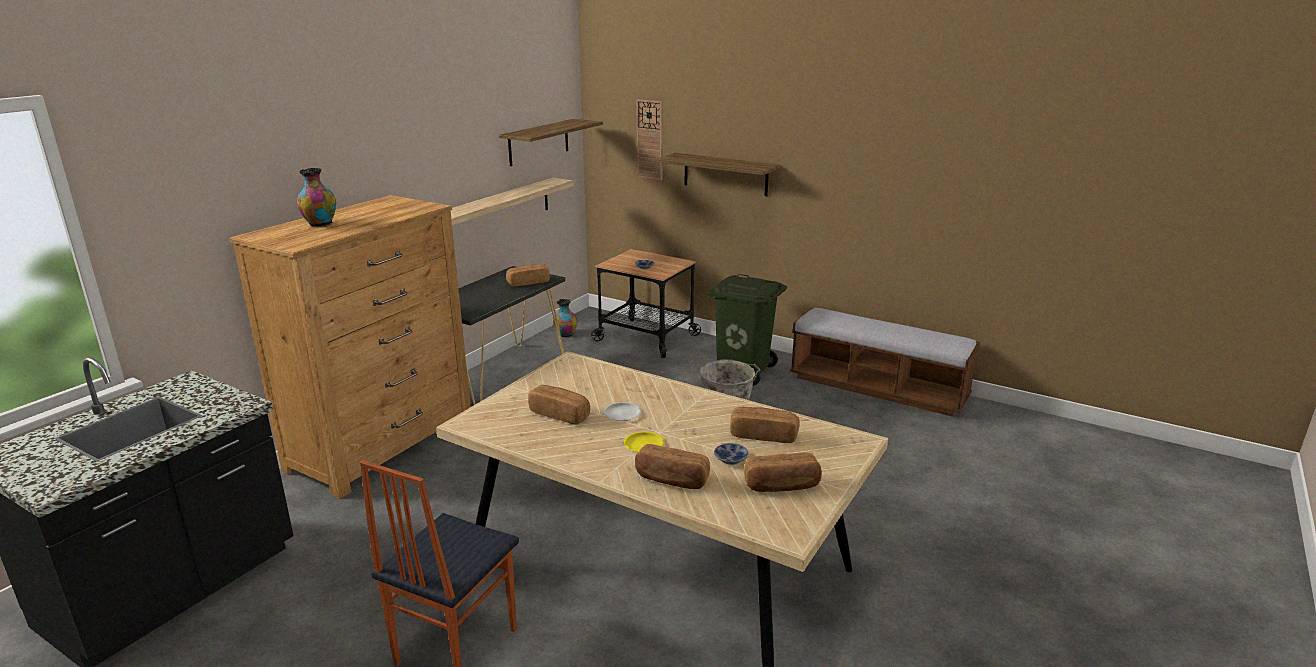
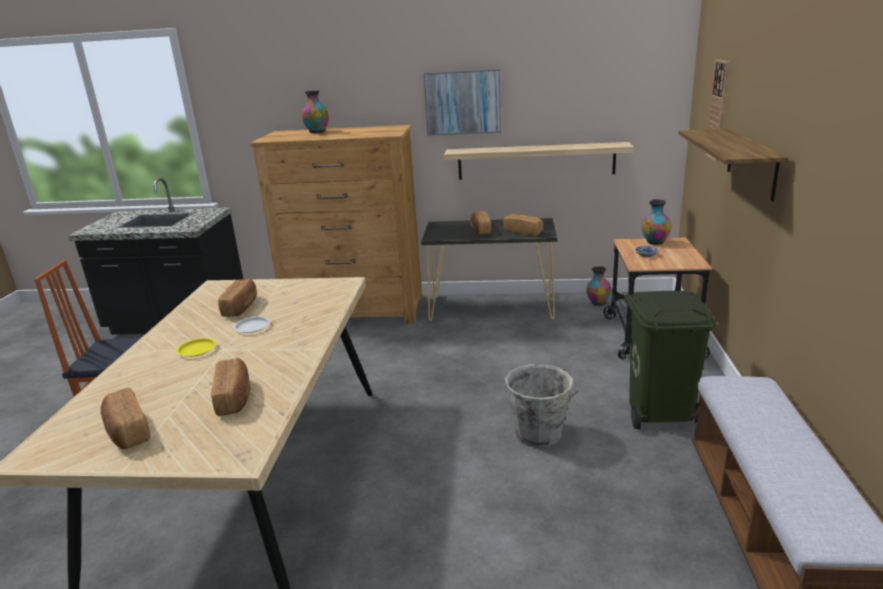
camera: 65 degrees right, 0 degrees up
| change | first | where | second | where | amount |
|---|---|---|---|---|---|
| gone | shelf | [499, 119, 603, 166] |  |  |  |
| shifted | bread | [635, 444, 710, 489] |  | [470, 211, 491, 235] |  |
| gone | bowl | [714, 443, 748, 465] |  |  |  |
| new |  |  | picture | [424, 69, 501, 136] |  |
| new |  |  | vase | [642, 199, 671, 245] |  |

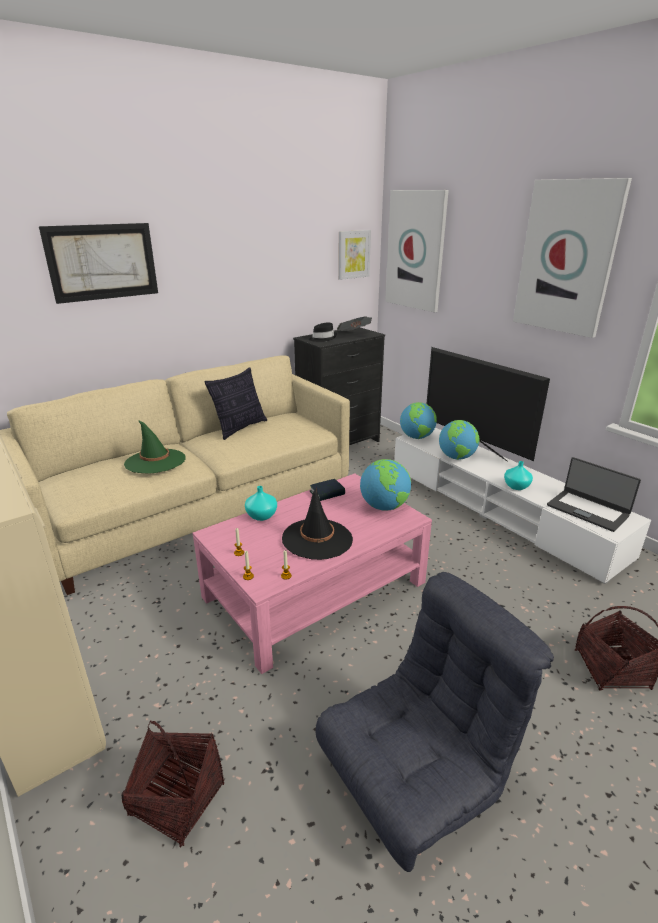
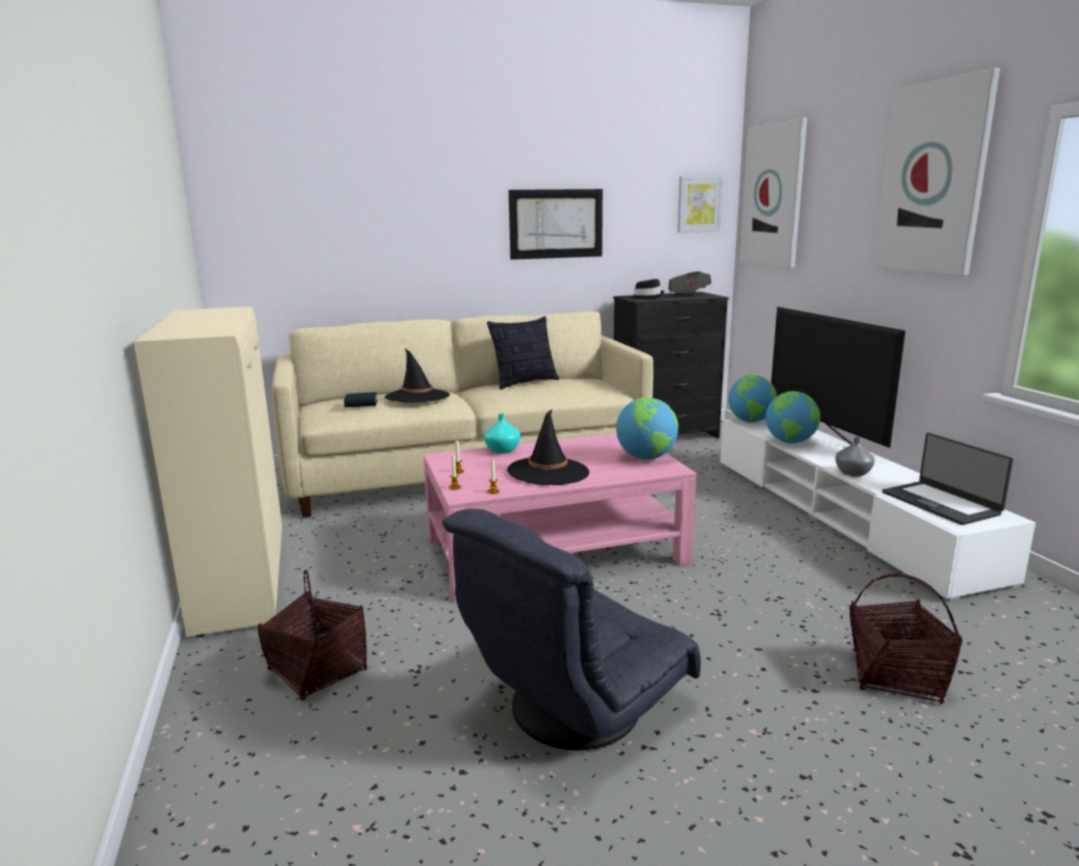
camera: 20 degrees right, 10 degrees down
| change | first | where | second | where | amount |
|---|---|---|---|---|---|
| shifted | picture | [39, 223, 158, 304] |  | [509, 189, 603, 260] |  |
| repainted | green hat | [124, 420, 186, 474] | black hat | [385, 349, 450, 403] |  |
| shifted | book | [310, 479, 345, 501] |  | [344, 392, 378, 407] |  |
| rotated | grey armchair | [316, 572, 554, 872] |  | [442, 509, 701, 750] | 150 degrees clockwise |
| repainted | turquoise vase | [504, 461, 533, 490] | grey vase | [835, 437, 875, 476] |  |

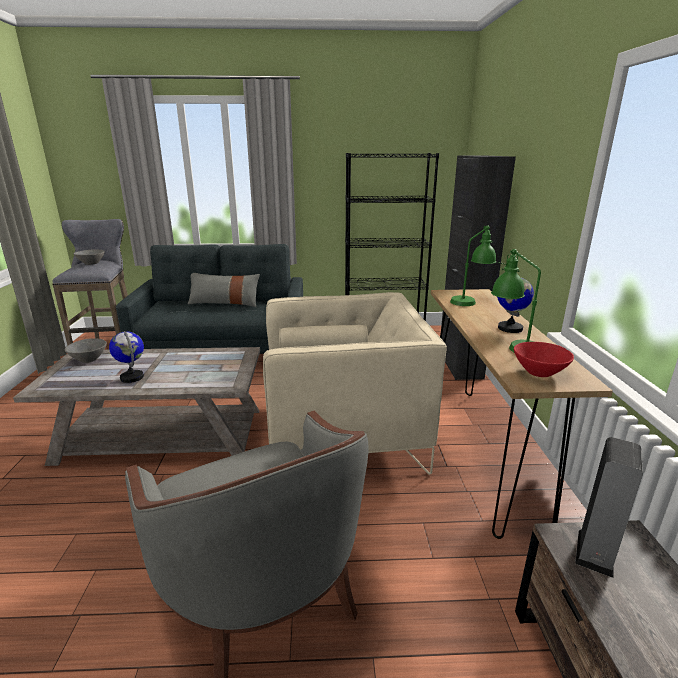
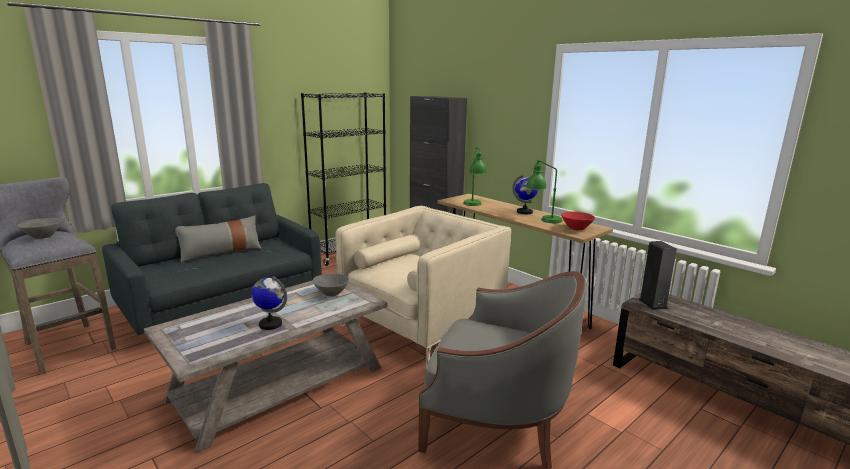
camera: 40 degrees left, 5 degrees down
| change | first | where | second | where | amount |
|---|---|---|---|---|---|
| shifted | grey bowl | [65, 338, 107, 363] |  | [313, 273, 349, 296] |  |

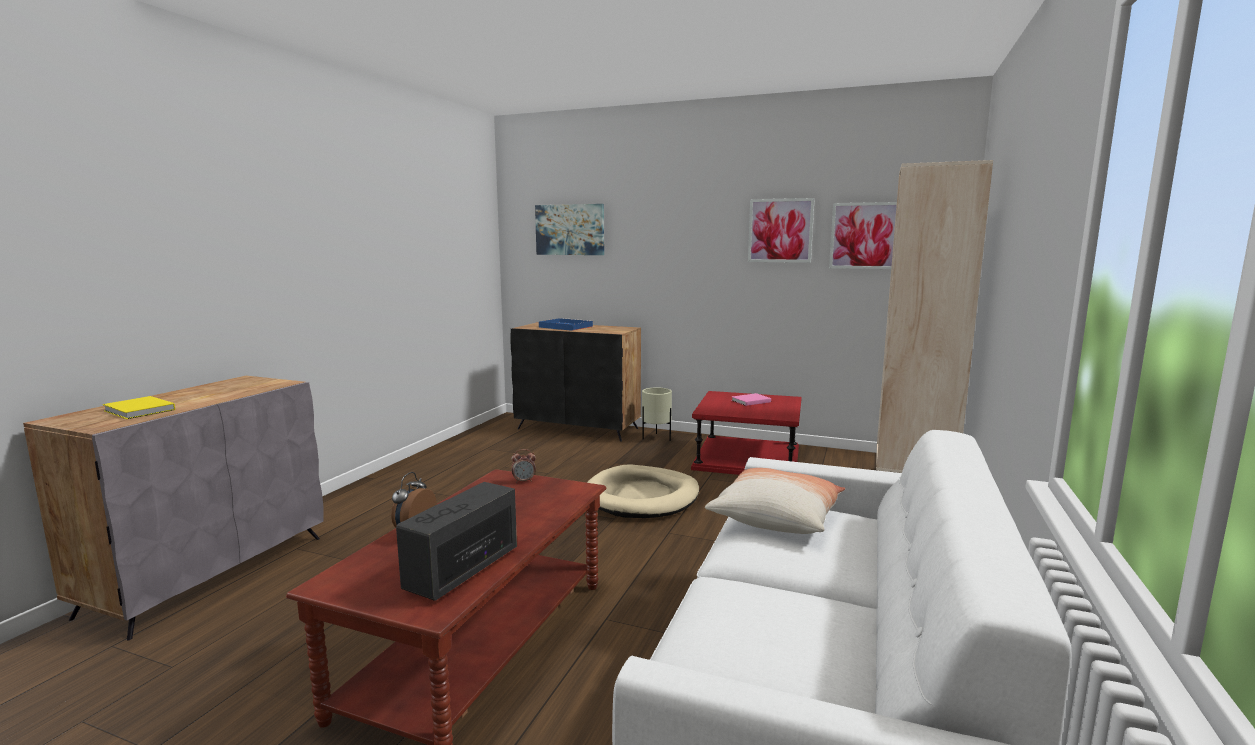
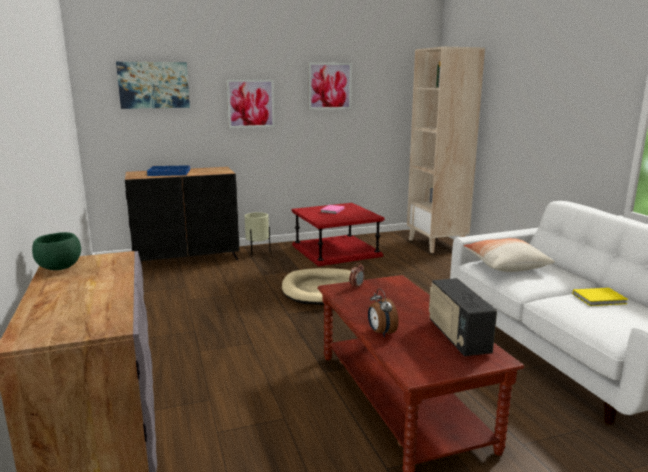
camera: 40 degrees left, 5 degrees up
| change | first | where | second | where | amount |
|---|---|---|---|---|---|
| shifted | yellow book | [103, 396, 175, 419] |  | [572, 288, 628, 306] |  |
| shifted | picture | [829, 202, 897, 269] |  | [226, 80, 275, 128] |  |
| new |  |  | green bowl | [32, 232, 81, 270] |  |

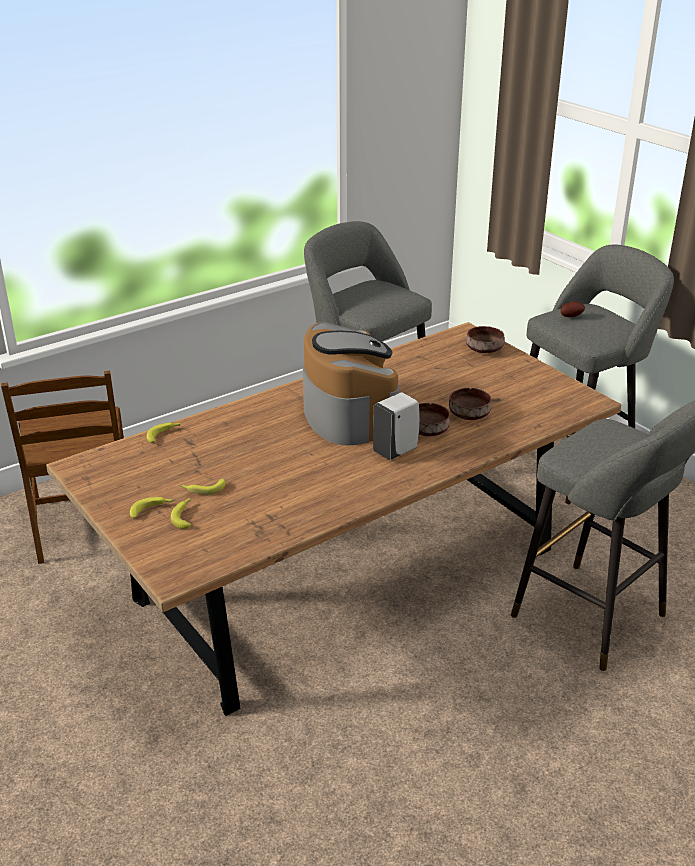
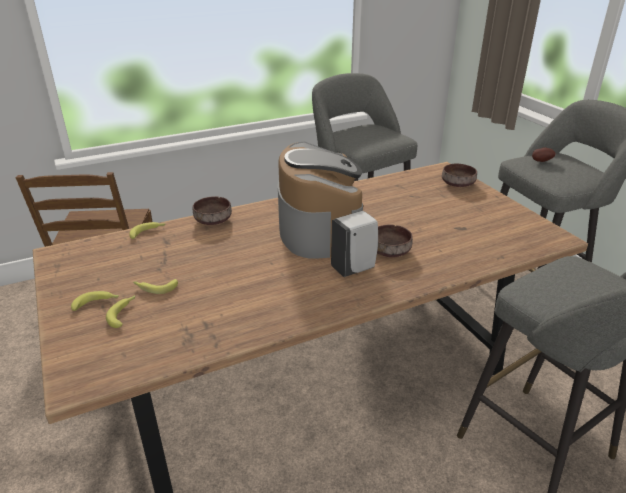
camera: 10 degrees right, 0 degrees up
| change | first | where | second | where | amount |
|---|---|---|---|---|---|
| shifted | brown bowl | [449, 388, 492, 420] |  | [192, 196, 232, 225] |  |

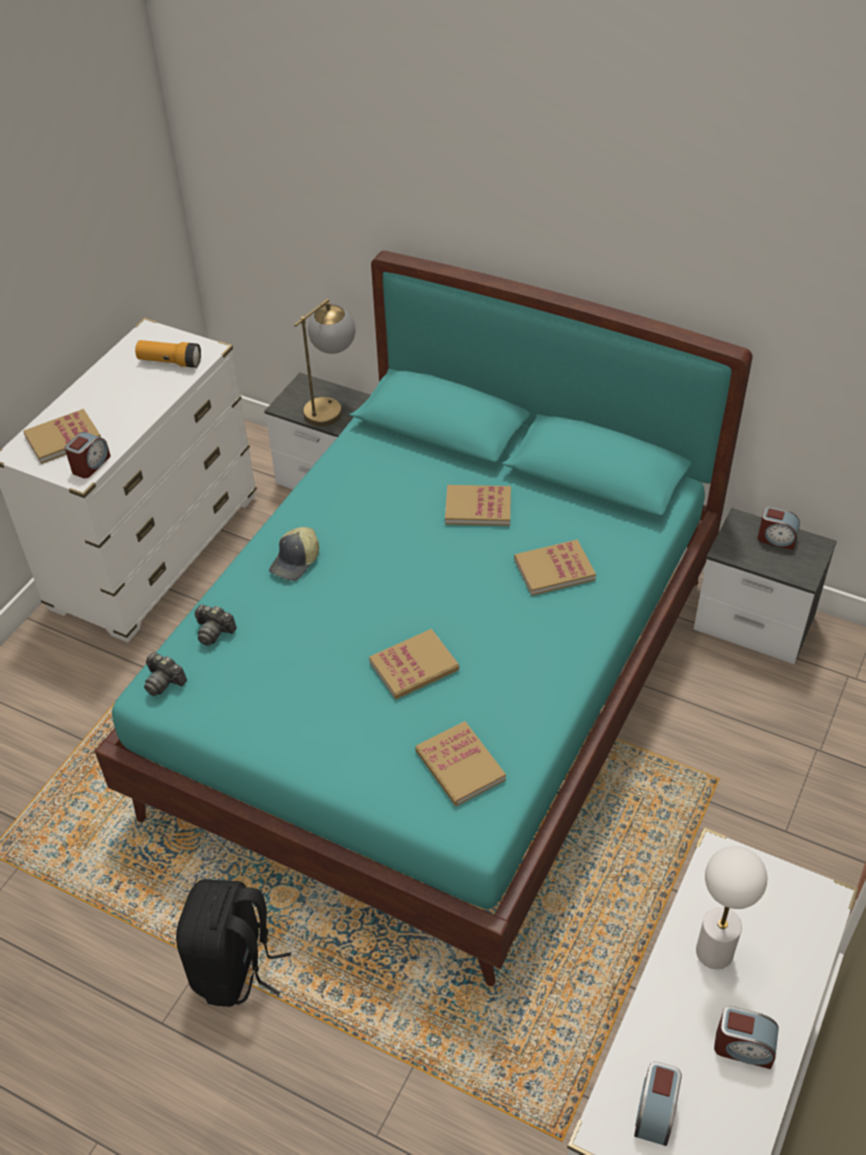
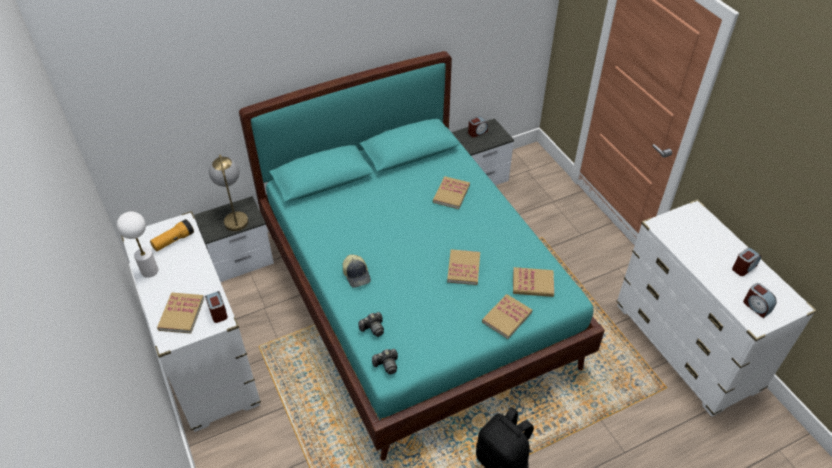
camera: 55 degrees left, 0 degrees up
| change | first | where | second | where | amount |
|---|---|---|---|---|---|
| shifted | book | [445, 485, 511, 526] |  | [482, 294, 532, 339] |  |
| shifted | white table lamp | [696, 846, 767, 969] |  | [117, 211, 158, 278] |  |

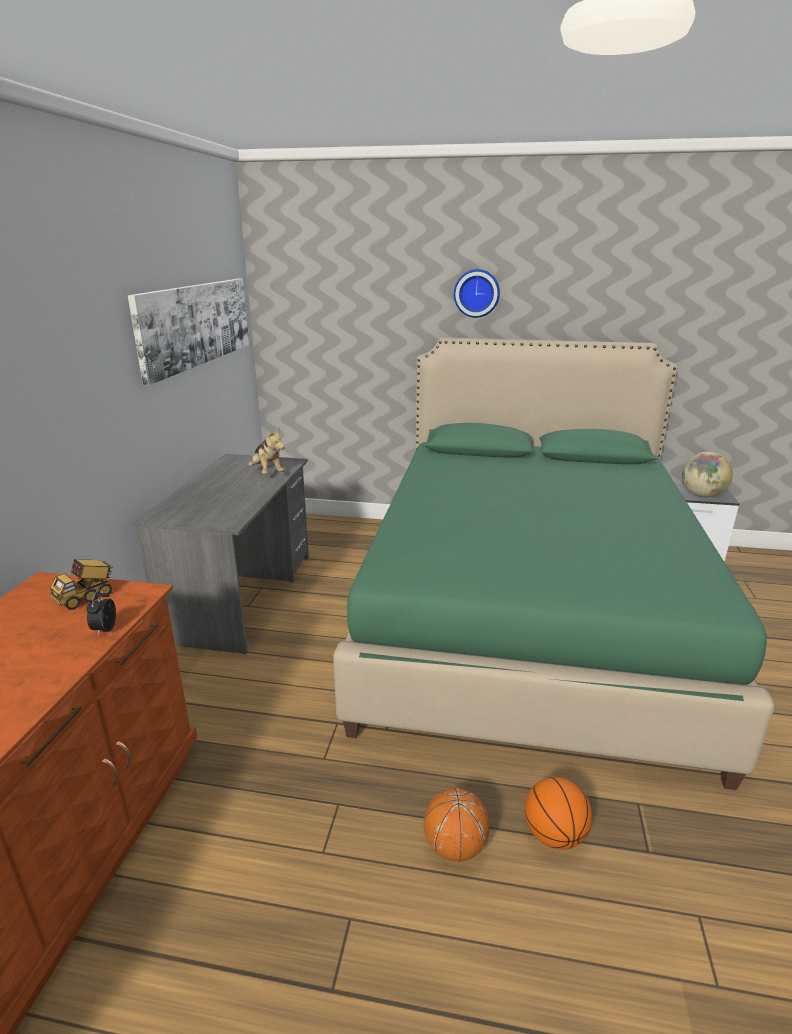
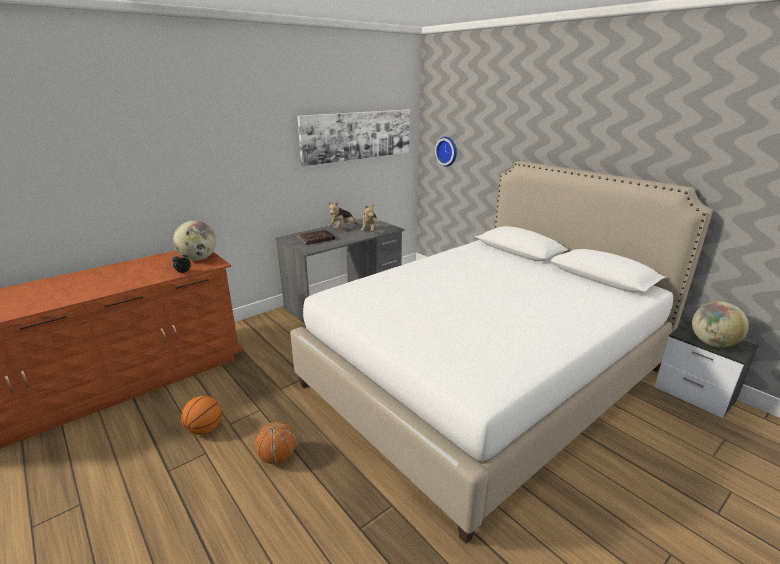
camera: 40 degrees right, 0 degrees up
| change | first | where | second | where | amount |
|---|---|---|---|---|---|
| swapped | toy truck | [50, 559, 113, 610] | globe | [173, 221, 217, 261] |  |
| repainted | green bed | [333, 337, 775, 790] | white bed | [290, 161, 713, 544] |  |
| shifted | wall clock | [454, 269, 500, 318] |  | [435, 137, 457, 167] |  |
| shifted | basketball | [525, 777, 592, 850] |  | [181, 396, 222, 435] |  |
| new |  |  | brown book | [296, 230, 335, 245] |  |
| new |  |  | plush toy | [328, 202, 357, 229] |  |

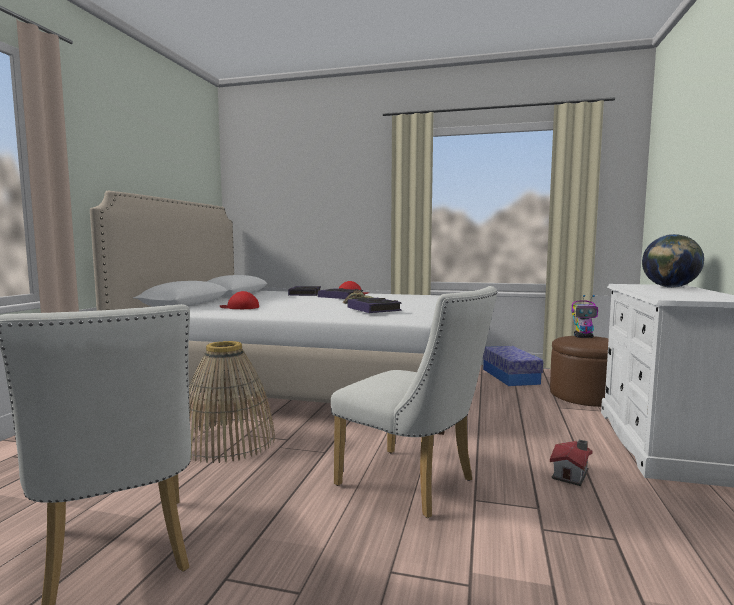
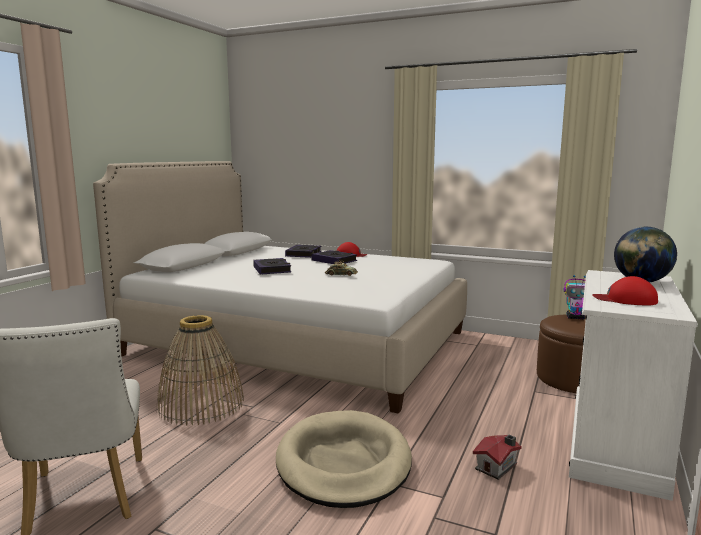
camera: 10 degrees right, 5 degrees up
| change | first | where | second | where | amount |
|---|---|---|---|---|---|
| shifted | red cap | [219, 291, 259, 309] |  | [592, 276, 658, 305] |  |
| swapped | white chair | [331, 286, 497, 518] | beige dog bed | [276, 410, 412, 508] |  |
| shifted | book | [347, 298, 402, 313] |  | [253, 258, 291, 275] |  |
| gone | storage box | [483, 346, 543, 386] |  |  |  |

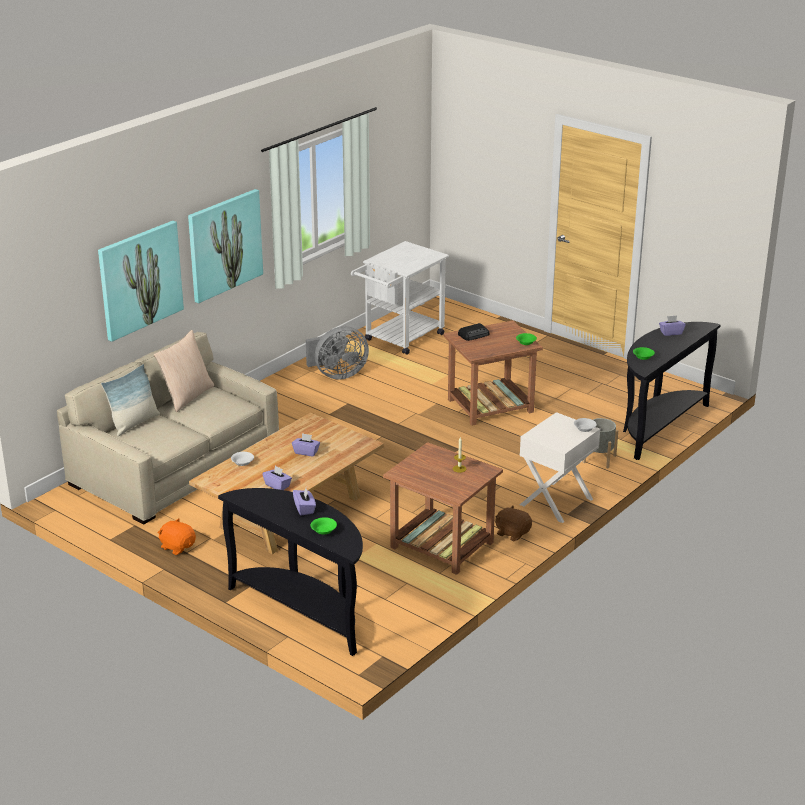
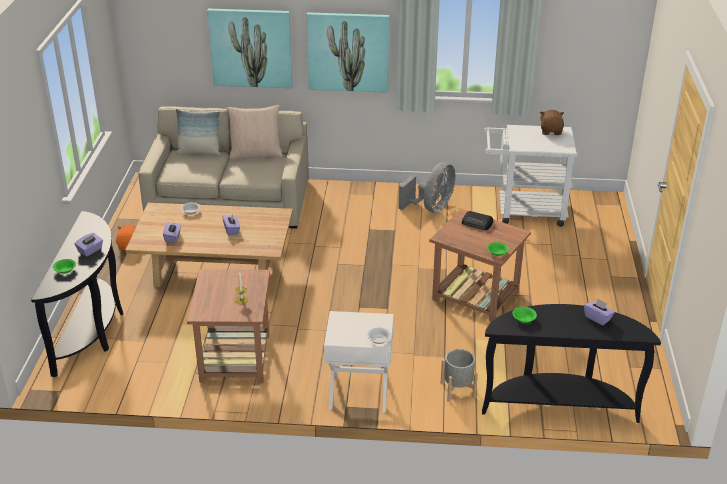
camera: 55 degrees right, 5 degrees up
| change | first | where | second | where | amount |
|---|---|---|---|---|---|
| rotated | grey fan | [306, 326, 369, 380] |  | [398, 162, 455, 213] | 90 degrees counterclockwise |
| shifted | brown plush toy | [495, 506, 532, 541] |  | [540, 110, 564, 135] |  |

